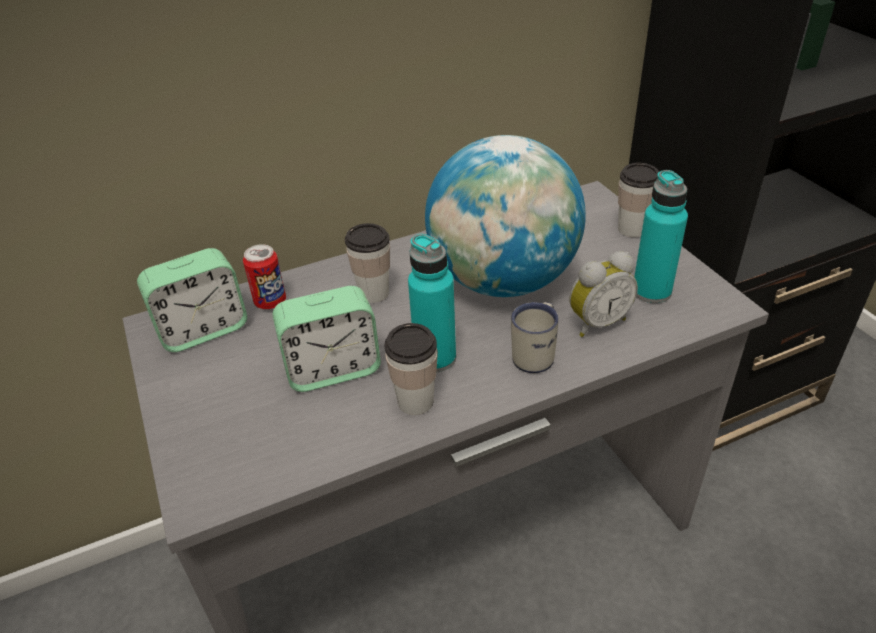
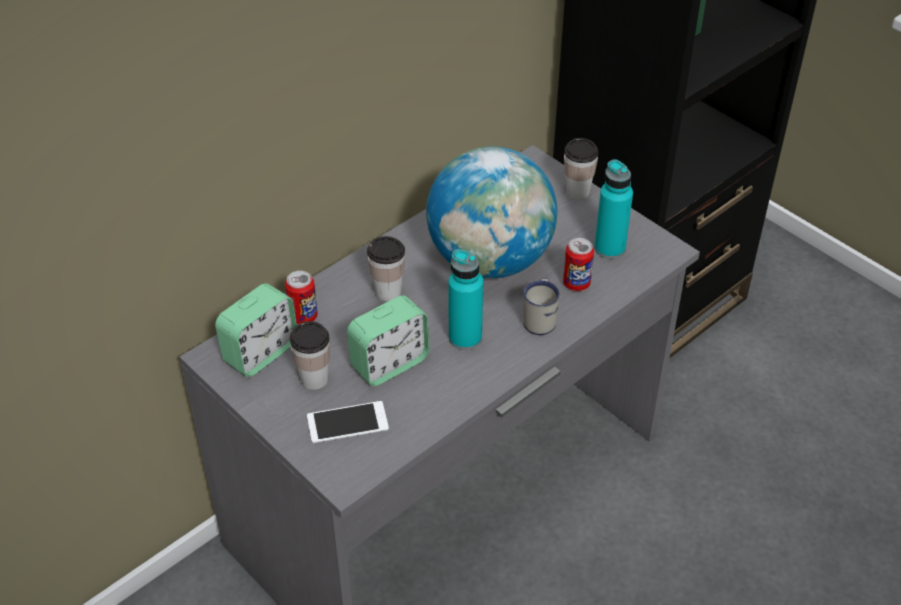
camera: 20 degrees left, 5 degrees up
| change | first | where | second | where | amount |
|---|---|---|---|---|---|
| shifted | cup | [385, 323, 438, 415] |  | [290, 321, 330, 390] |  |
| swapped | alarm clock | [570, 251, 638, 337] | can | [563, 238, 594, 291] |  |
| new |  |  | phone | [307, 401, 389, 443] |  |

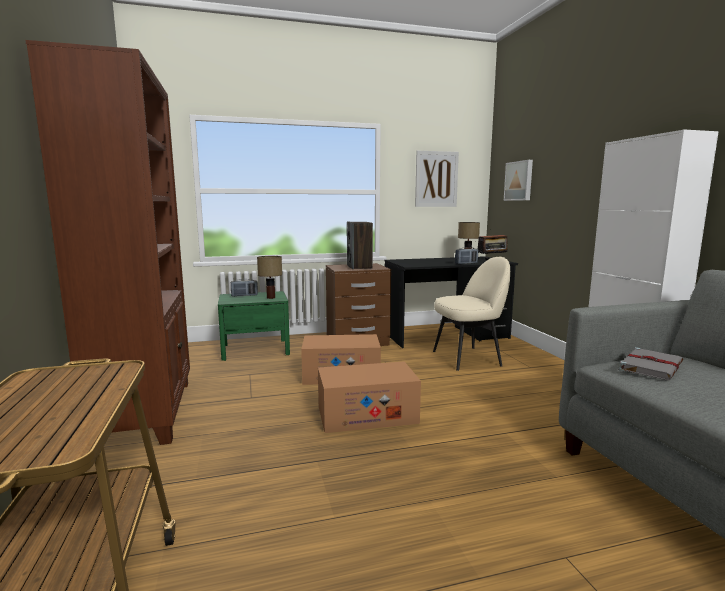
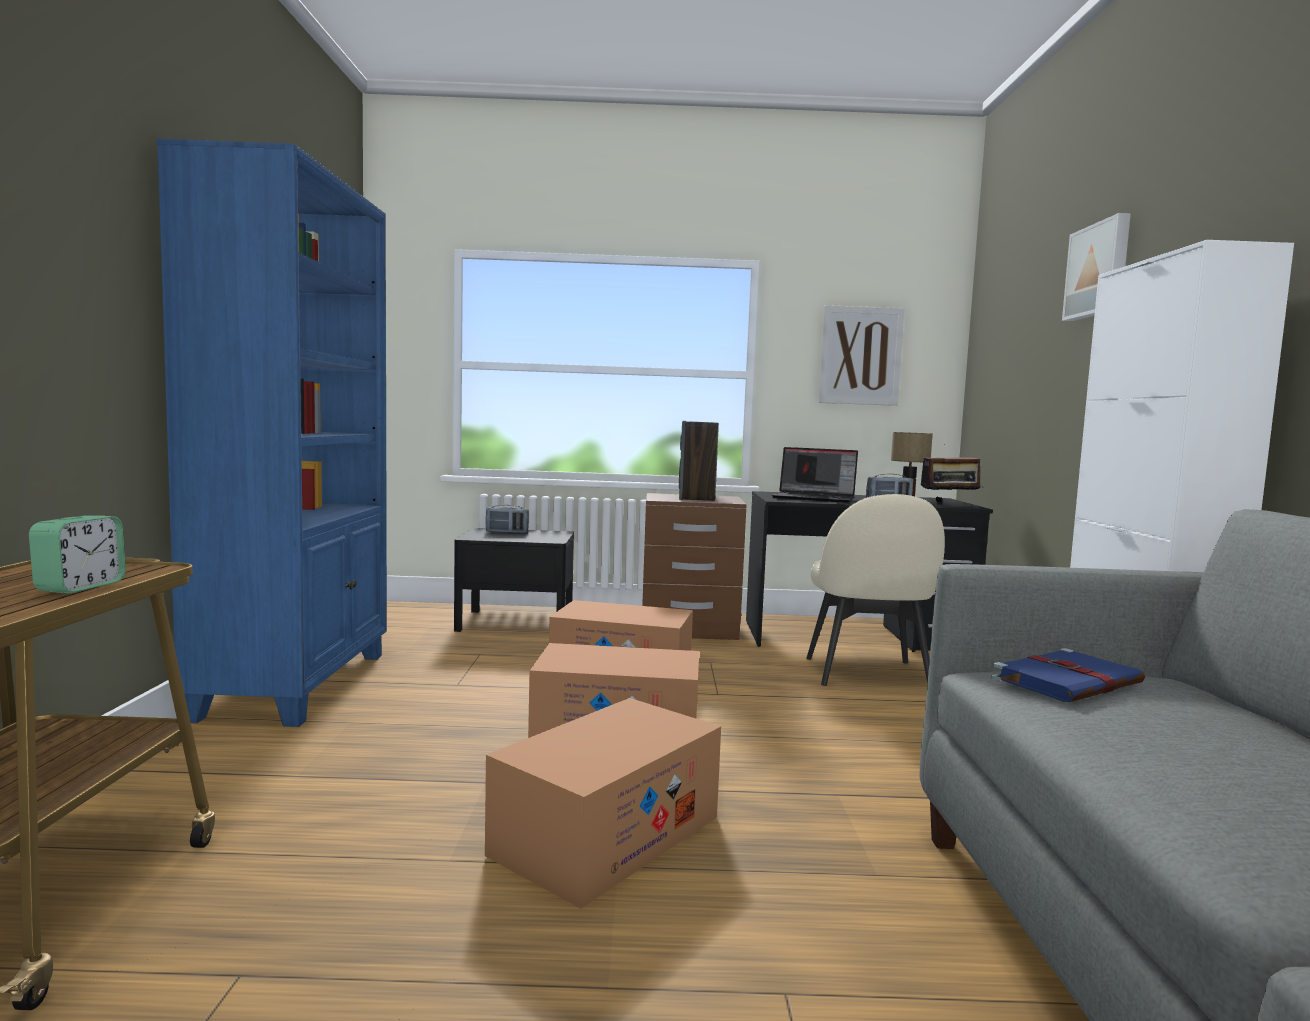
camera: 15 degrees right, 5 degrees down
| change | first | where | second | where | amount |
|---|---|---|---|---|---|
| repainted | brown bookcase | [25, 40, 190, 445] | blue bookcase | [156, 138, 387, 727] |  |
| repainted | green nightstand | [218, 291, 290, 361] | black nightstand | [454, 528, 574, 632] |  |
| gone | table lamp | [257, 256, 282, 299] |  |  |  |
| rotated | beige chair | [433, 257, 510, 371] |  | [806, 494, 945, 686] | 90 degrees clockwise |
| shifted | picture | [504, 160, 533, 201] |  | [1062, 213, 1131, 321] |  |
| repainted | grey book | [618, 347, 683, 380] | blue book | [992, 648, 1145, 702] |  |
| new |  |  | alarm clock | [29, 516, 126, 593] |  |
| new |  |  | cardboard box | [485, 698, 721, 909] |  |
| new |  |  | laptop | [772, 447, 858, 503] |  |

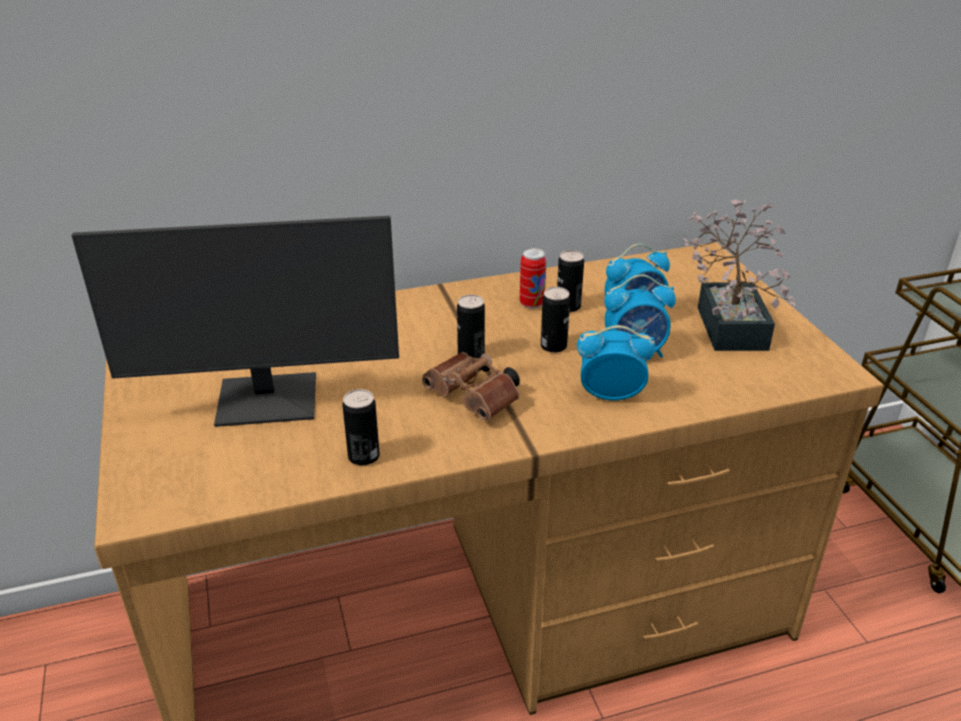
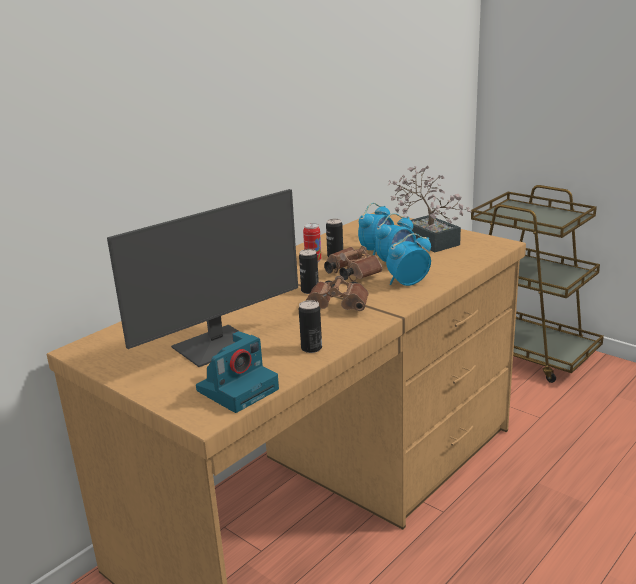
camera: 30 degrees left, 10 degrees down
| change | first | where | second | where | amount |
|---|---|---|---|---|---|
| swapped | can | [541, 287, 570, 353] | brown binoculars | [324, 246, 383, 281] |  |
| new |  |  | photo camera | [196, 331, 279, 413] |  |

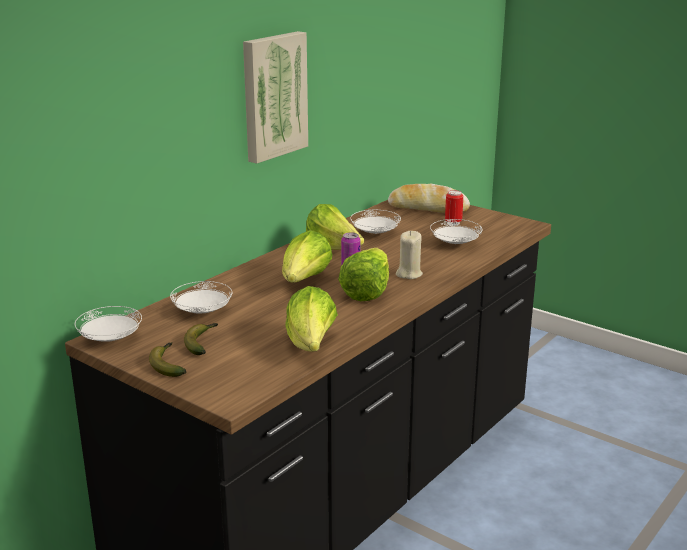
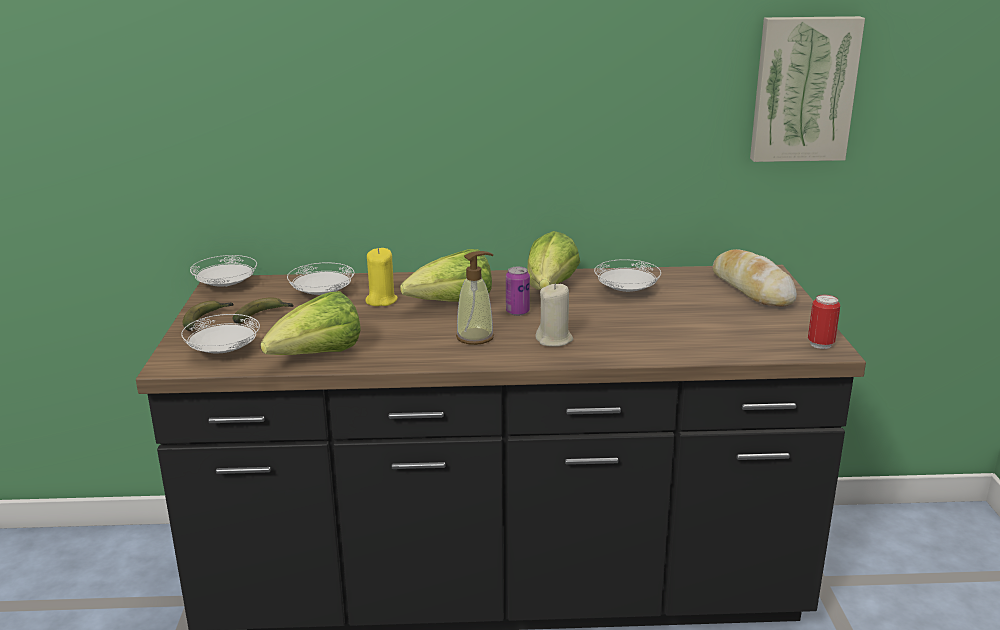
camera: 50 degrees right, 0 degrees up
| change | first | where | second | where | amount |
|---|---|---|---|---|---|
| shifted | picture | [243, 31, 308, 164] |  | [750, 16, 865, 162] |  |
| swapped | lettuce | [338, 248, 389, 301] | soap dispenser | [456, 251, 494, 345] |  |
| shifted | white plate | [430, 219, 483, 244] |  | [181, 314, 260, 353] |  |
| shifted | can | [445, 190, 463, 225] |  | [808, 295, 840, 349] |  |
| new |  |  | yellow candle | [365, 248, 398, 306] |  |

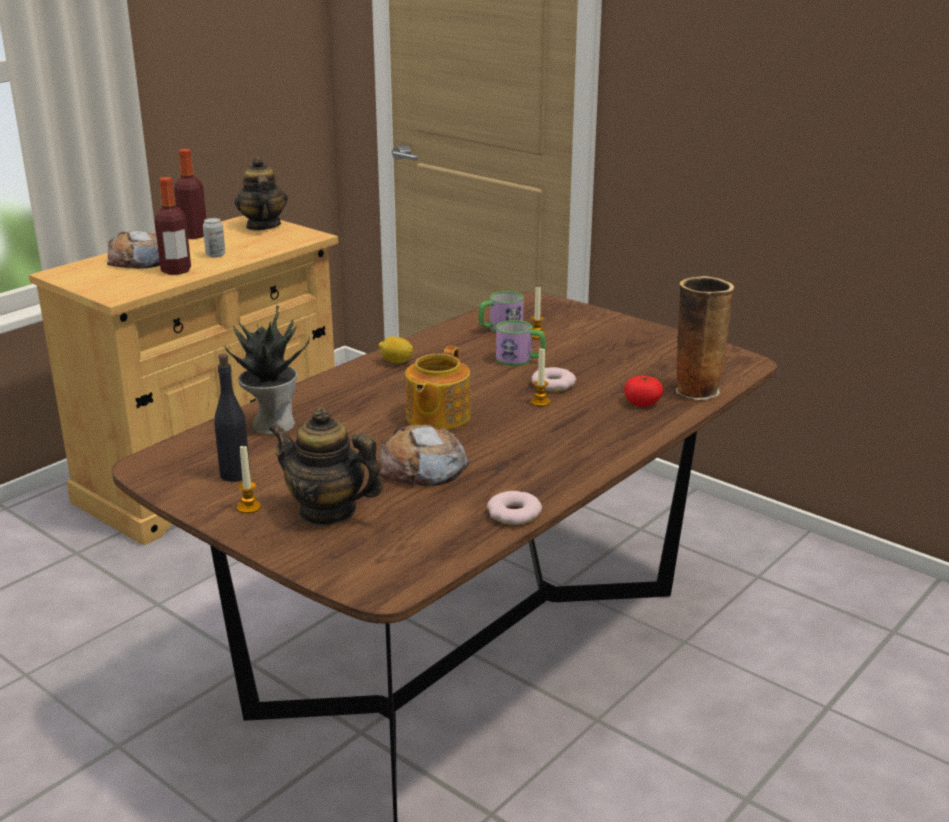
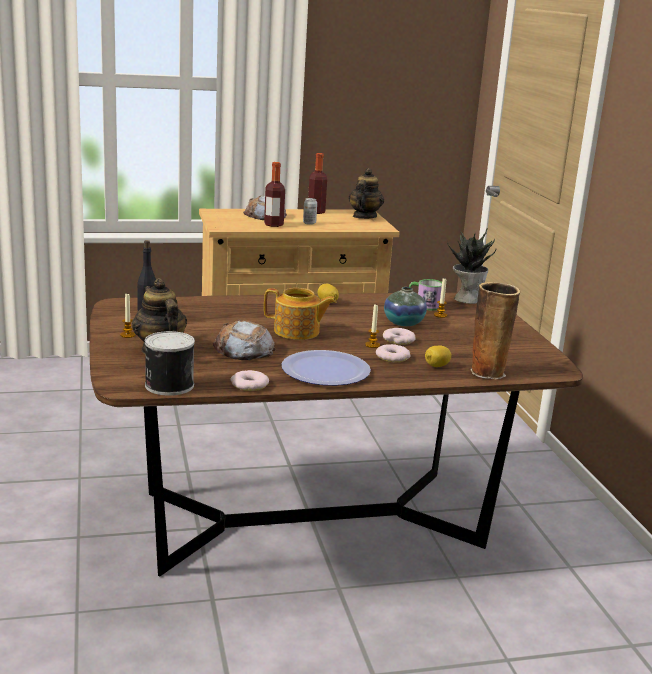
camera: 35 degrees right, 5 degrees down
| change | first | where | second | where | amount |
|---|---|---|---|---|---|
| shifted | potted plant | [225, 305, 310, 435] |  | [447, 228, 497, 304] |  |
| rotated | teapot | [405, 346, 471, 430] |  | [264, 288, 336, 340] | 135 degrees counterclockwise |
| swapped | mug | [496, 320, 546, 366] | vase | [384, 287, 427, 326] |  |
| swapped | tomato | [624, 375, 663, 407] | lemon | [425, 346, 451, 367] |  |
| new |  |  | can | [145, 331, 195, 396] |  |
| new |  |  | plate | [282, 350, 371, 386] |  |
| new |  |  | donut | [376, 344, 410, 362] |  |

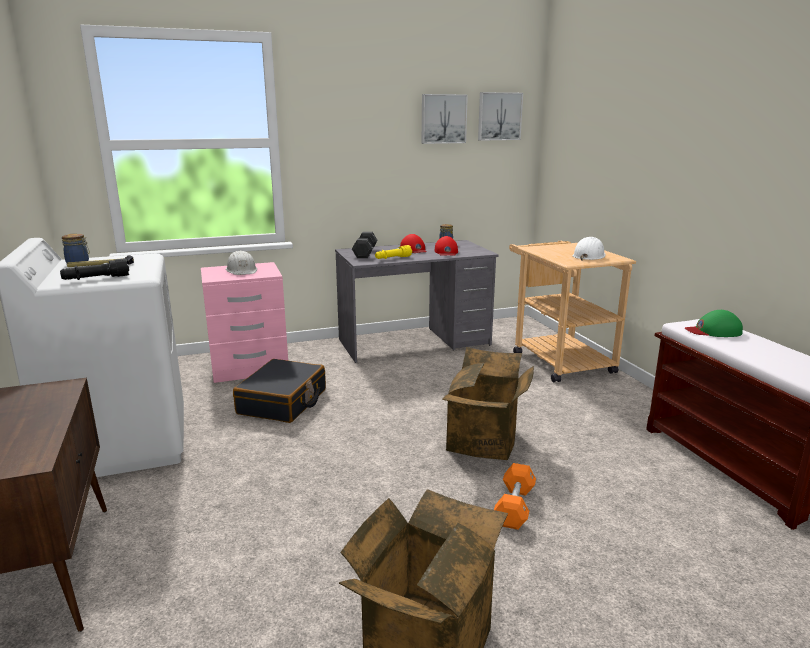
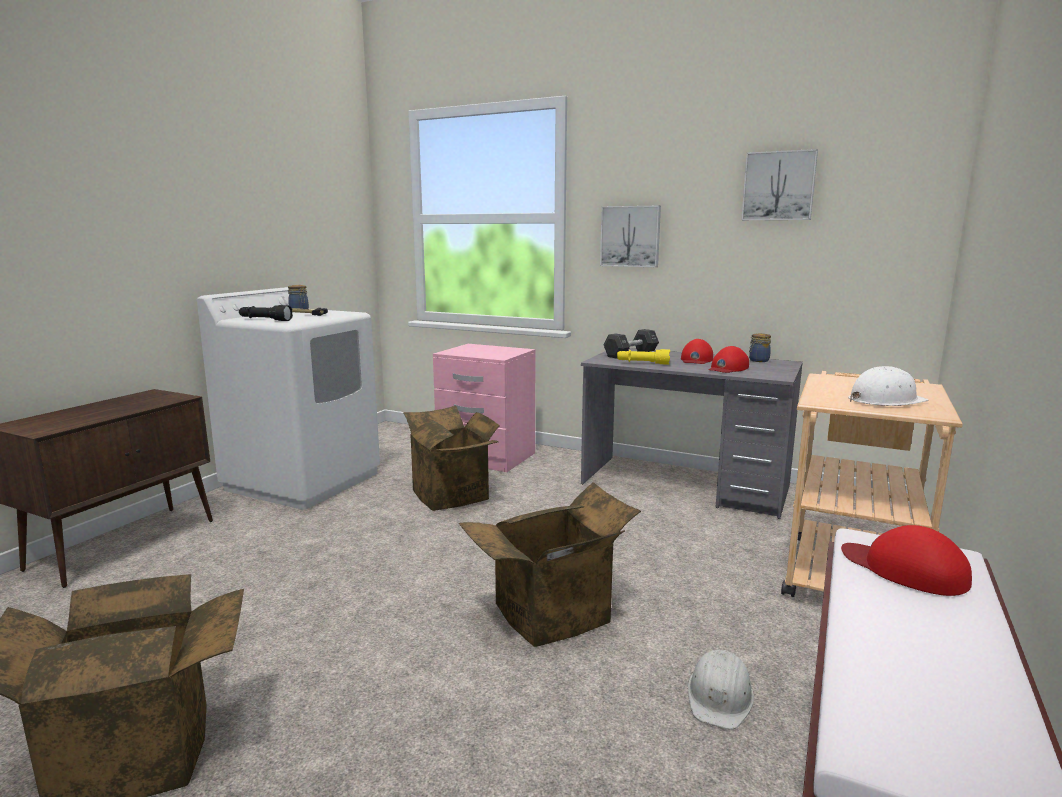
camera: 45 degrees right, 5 degrees down
| change | first | where | second | where | amount |
|---|---|---|---|---|---|
| shifted | white hard hat | [226, 250, 257, 275] |  | [688, 649, 754, 729] |  |
| swapped | black suitcase | [233, 359, 326, 423] | cardboard box | [403, 406, 500, 511] |  |
| shifted | picture | [478, 92, 523, 141] |  | [600, 206, 661, 267] |  |
| gone | orange dumbbell | [494, 463, 536, 530] |  |  |  |
| repainted | green cap | [685, 310, 743, 337] | red cap | [841, 525, 972, 596] |  |

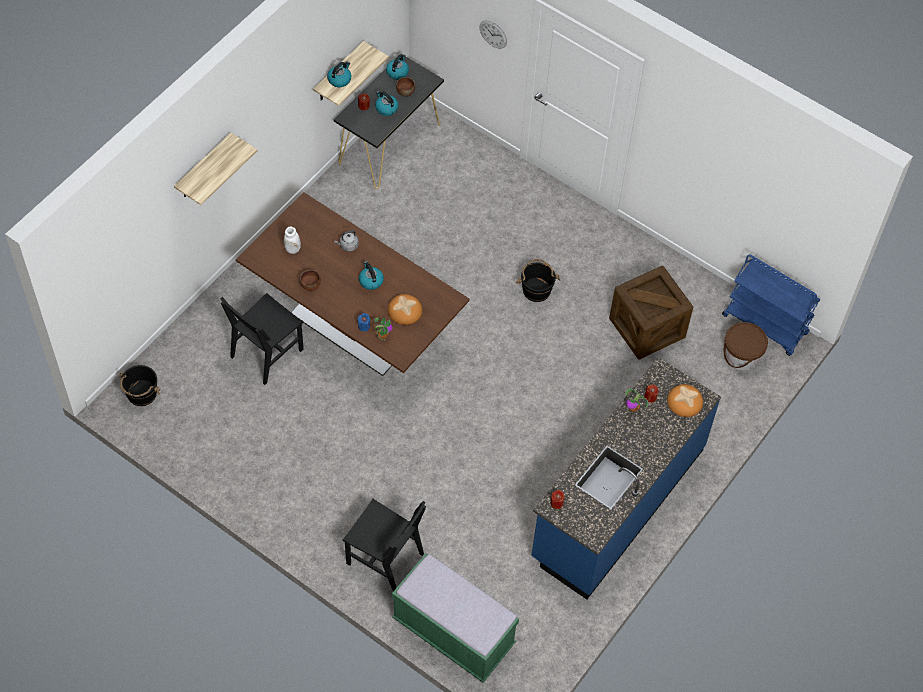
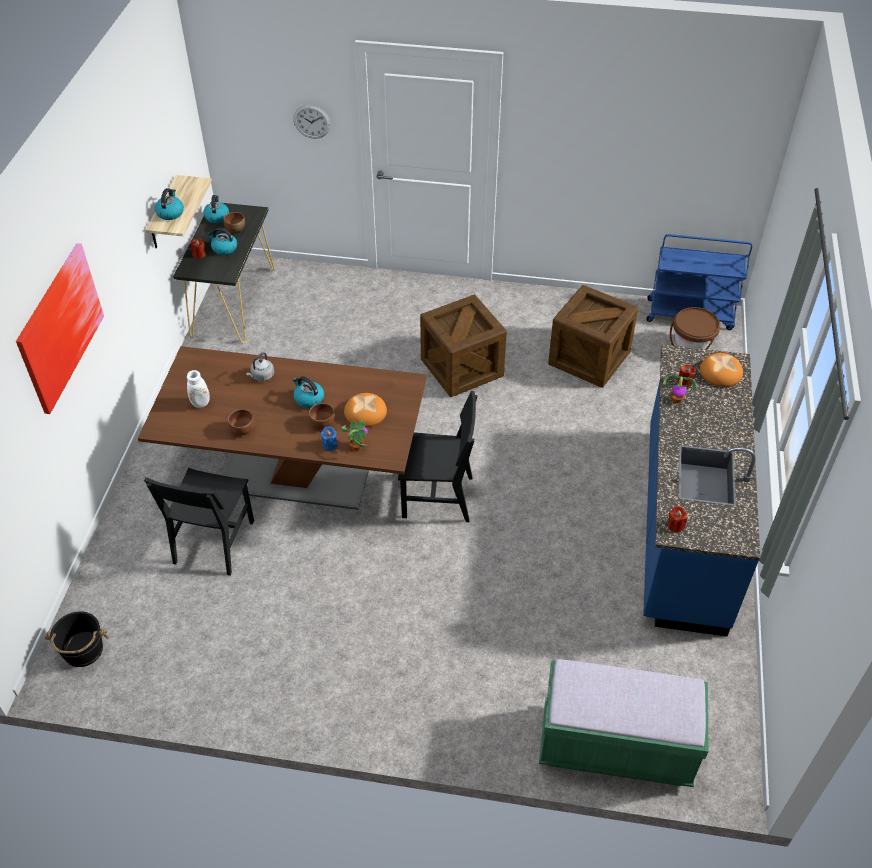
camera: 25 degrees left, 10 degrees down
| change | first | where | second | where | amount |
|---|---|---|---|---|---|
| swapped | shelf | [174, 133, 257, 205] | picture | [16, 243, 104, 414] |  |
| shifted | black chair | [342, 499, 427, 591] |  | [398, 391, 477, 522] |  |
| swapped | black bucket | [516, 259, 561, 302] | crate | [420, 294, 507, 397] |  |
| new |  |  | brown bowl | [309, 403, 335, 429] |  |

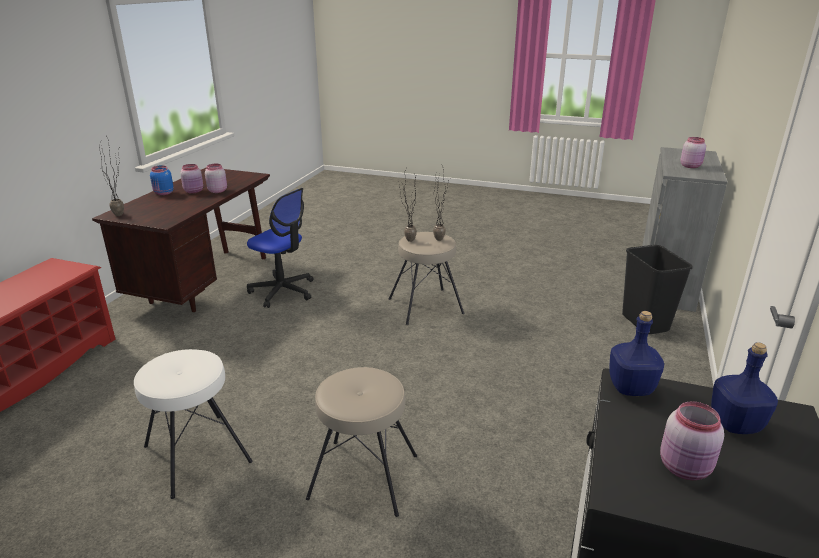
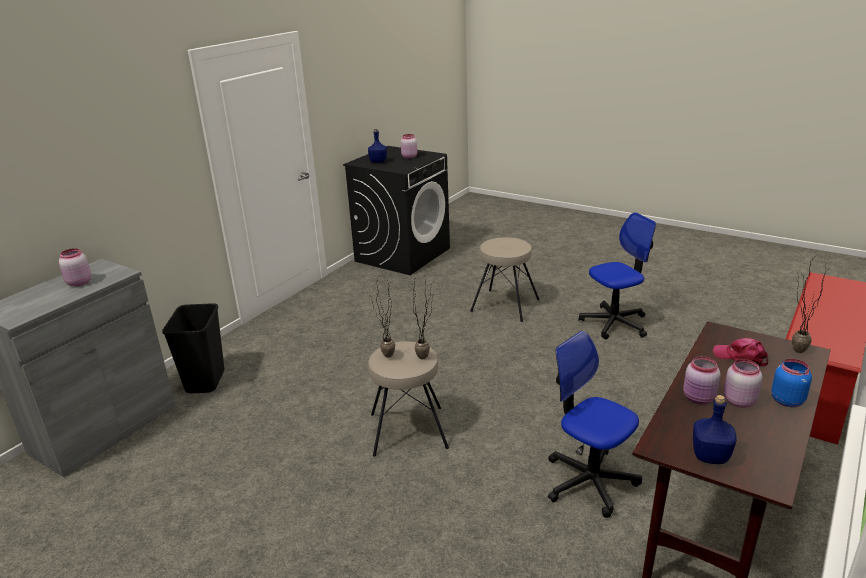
camera: 165 degrees left, 0 degrees up
| change | first | where | second | where | amount |
|---|---|---|---|---|---|
| swapped | white stool | [134, 349, 253, 499] | office chair | [579, 212, 656, 339] |  |
| shifted | blue bottle | [609, 311, 664, 396] |  | [693, 395, 736, 464] |  |
| new |  |  | pink cap | [713, 338, 768, 367] |  |

